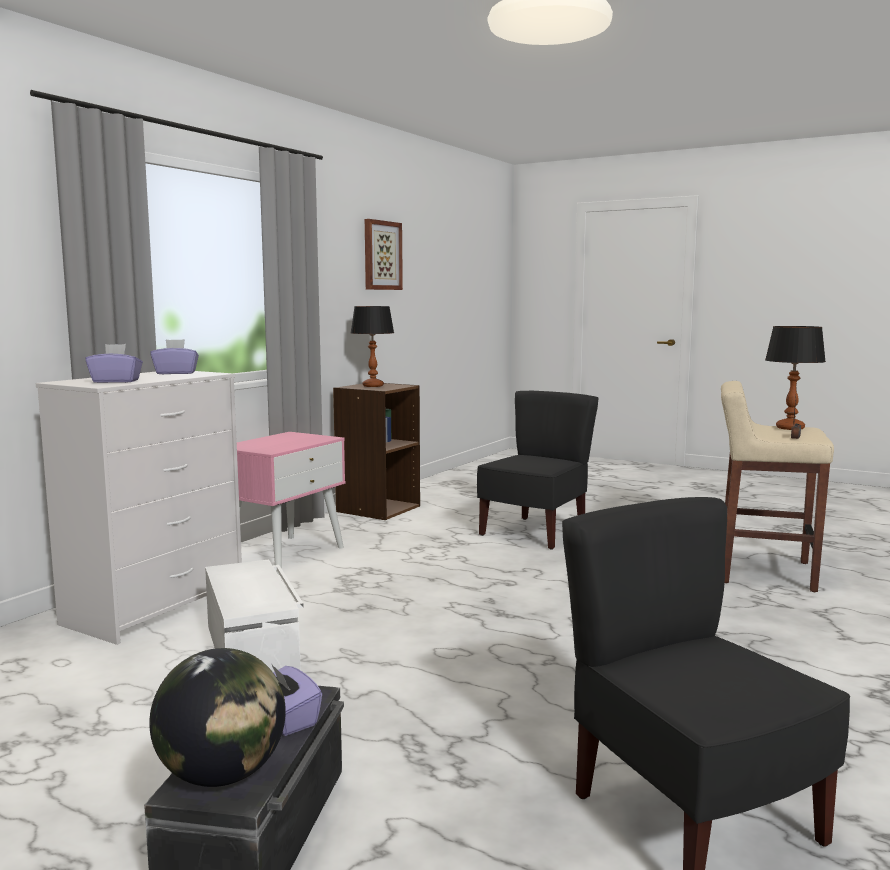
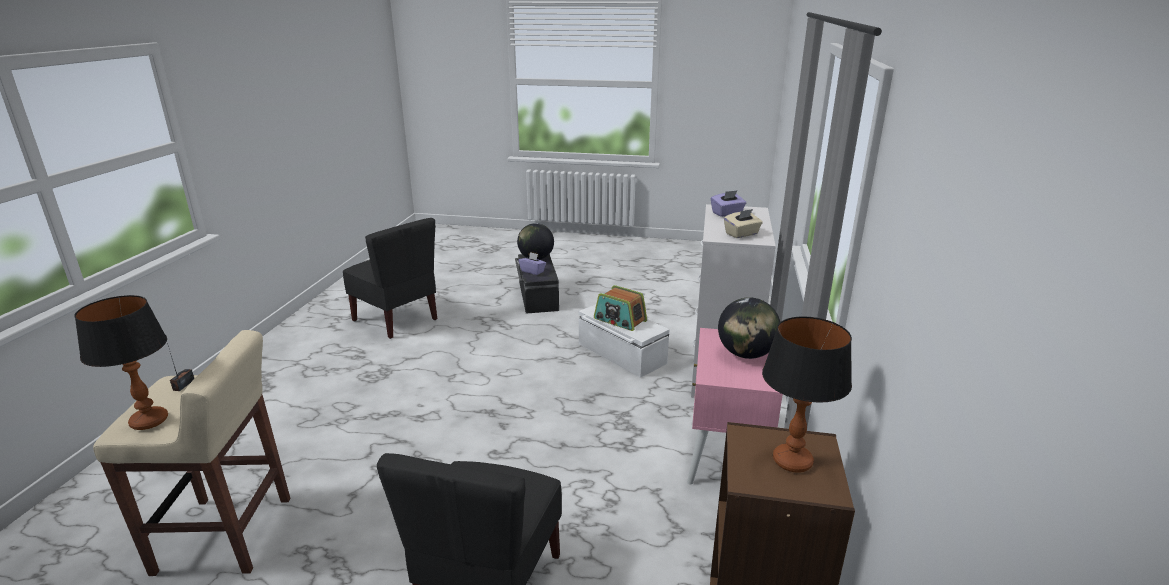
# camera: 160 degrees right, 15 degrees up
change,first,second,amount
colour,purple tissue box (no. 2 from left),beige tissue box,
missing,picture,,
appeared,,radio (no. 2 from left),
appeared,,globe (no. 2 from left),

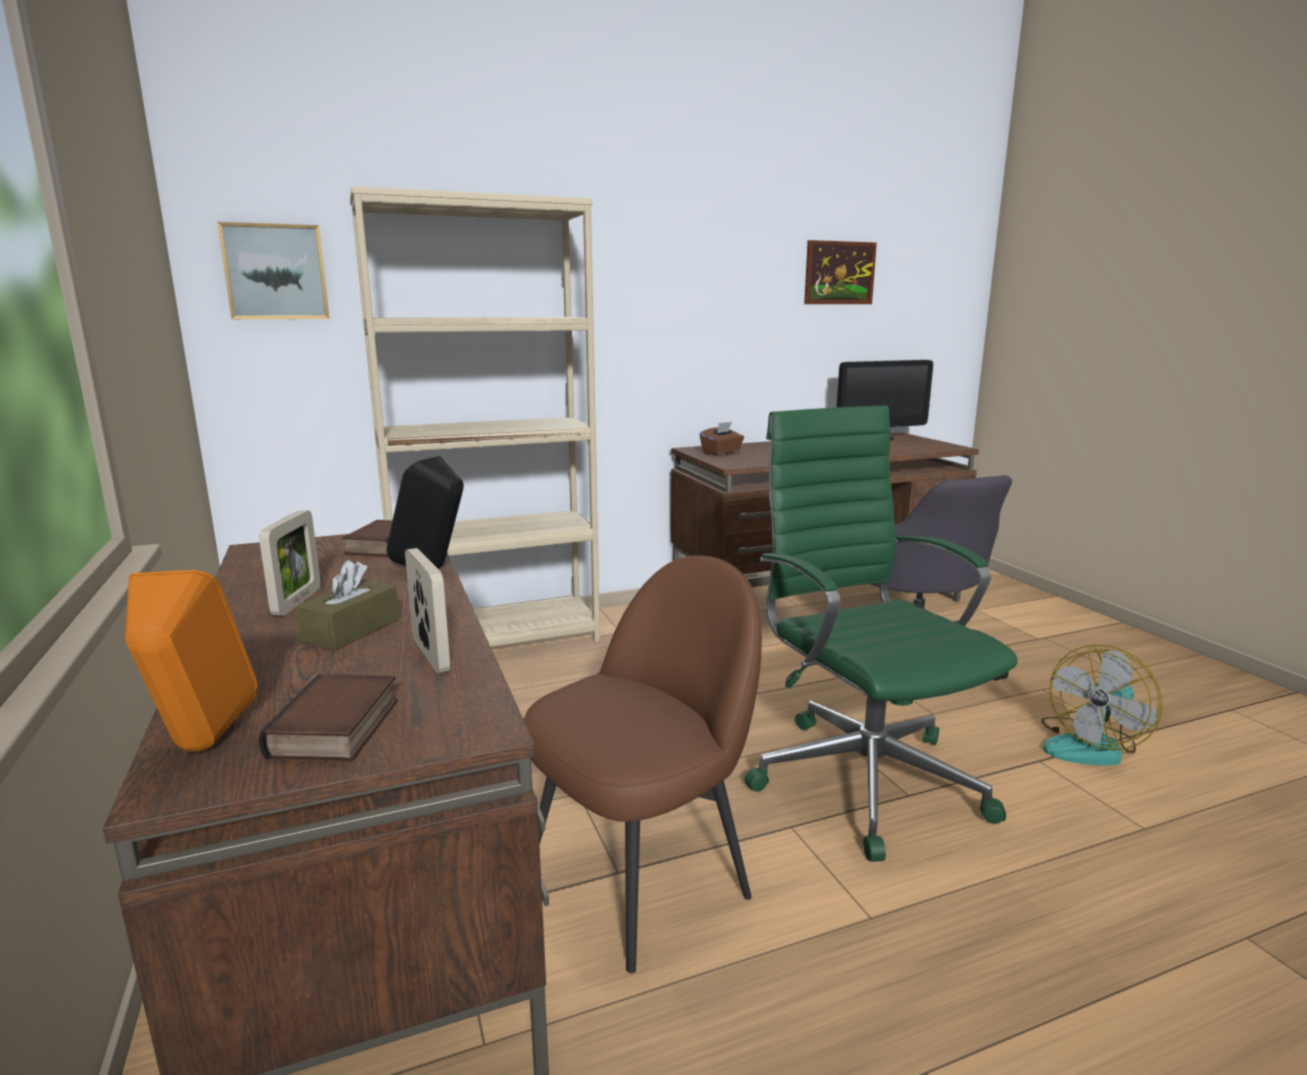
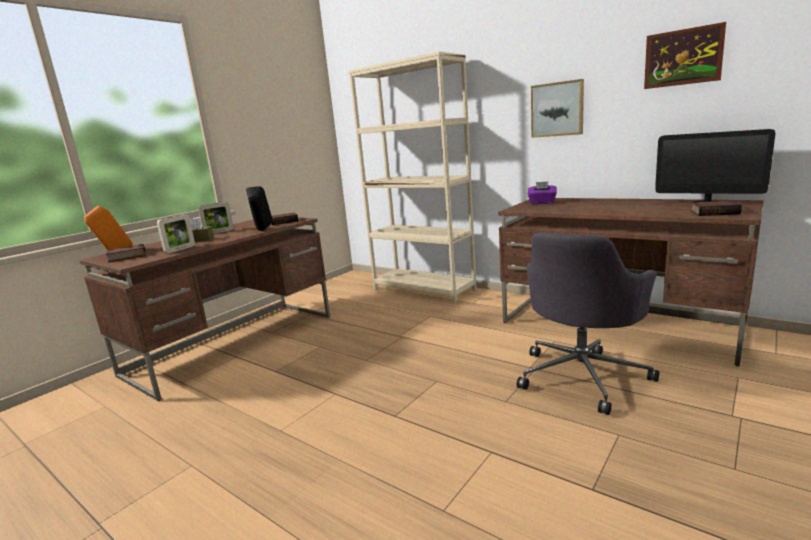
# camera: 60 degrees right, 0 degrees up
change,first,second,amount
relocated,picture (no. 1 from left),,
missing,brown chair,,
colour,brown tissue box (no. 2 from left),purple tissue box,
missing,green office chair,,
missing,fan,,
appeared,,book (no. 3 from left),

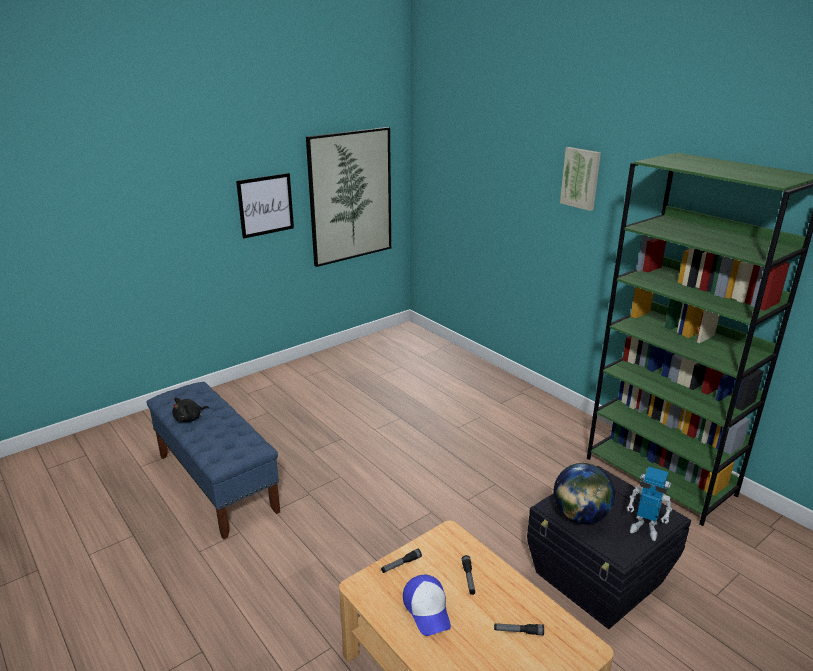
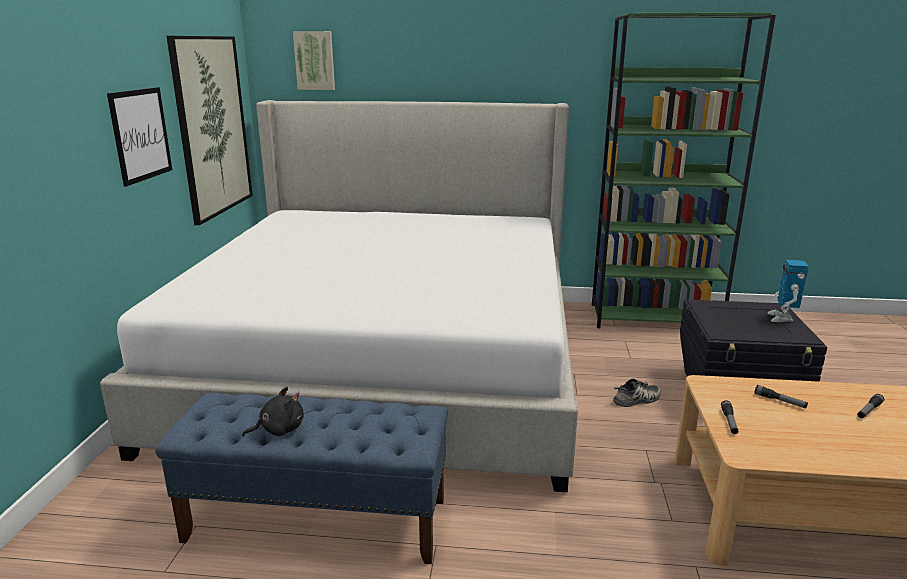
# camera: 45 degrees left, 5 degrees down
change,first,second,amount
spun,black plush toy,,120 degrees counterclockwise
missing,cap,,
missing,globe,,
relocated,picture (no. 3 from left),,
spun,toy robot,,120 degrees clockwise
appeared,,bed,
appeared,,shoe,

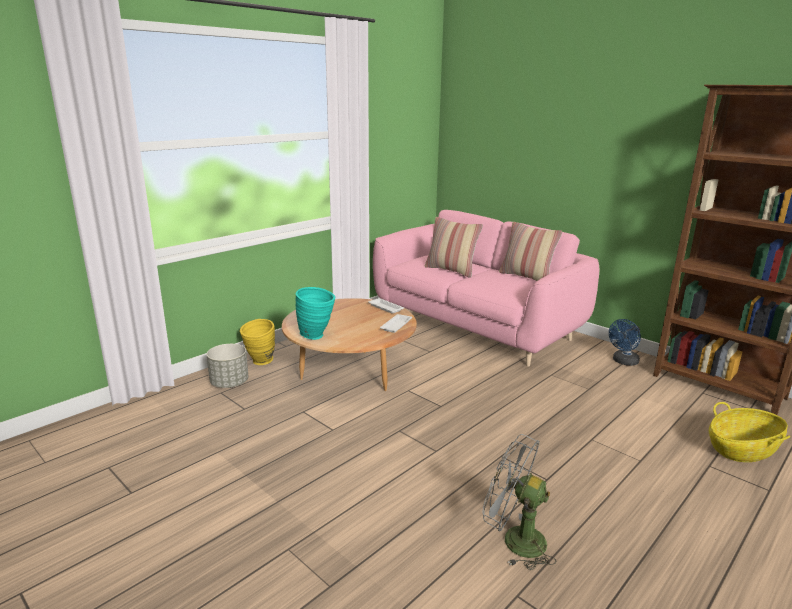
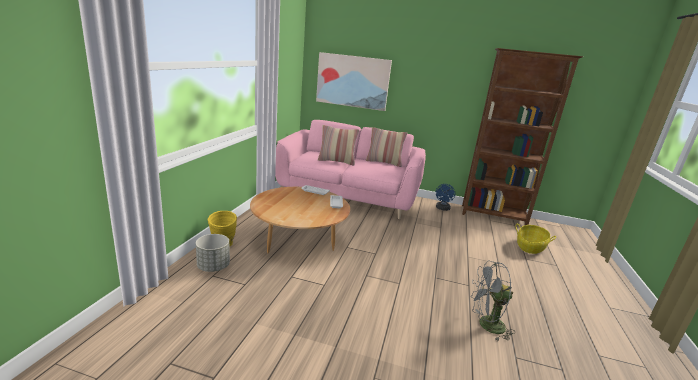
# camera: 30 degrees left, 0 degrees up
change,first,second,amount
missing,turquoise vase,,
appeared,,picture,

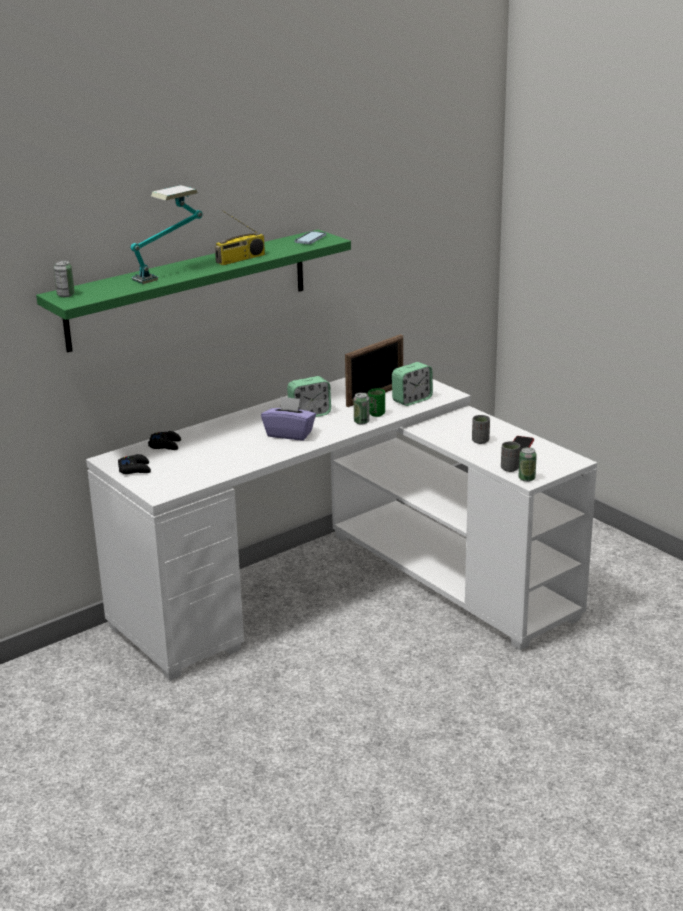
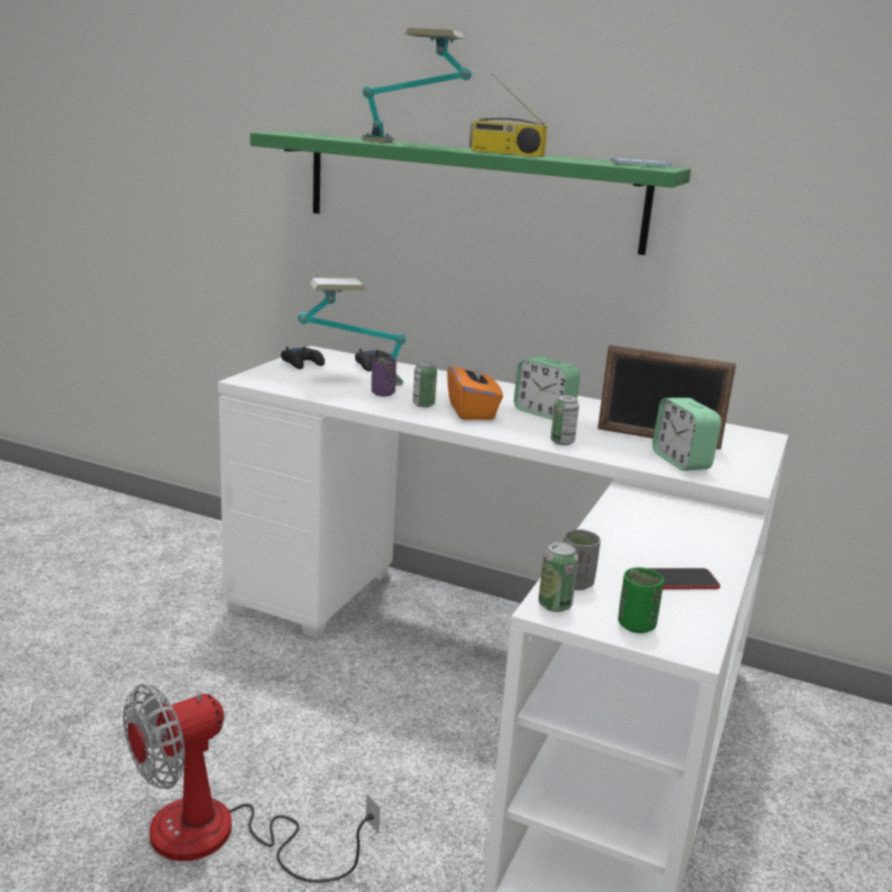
# camera: 60 degrees right, 5 degrees down
change,first,second,amount
relocated,can (no. 1 from left),,
colour,purple tissue box,orange tissue box,
relocated,green cup,,
spun,alarm clock (no. 2 from left),,45 degrees clockwise
missing,grey cup (no. 1 from left),,
appeared,,fan,
appeared,,table lamp (no. 1 from left),
appeared,,purple cup,

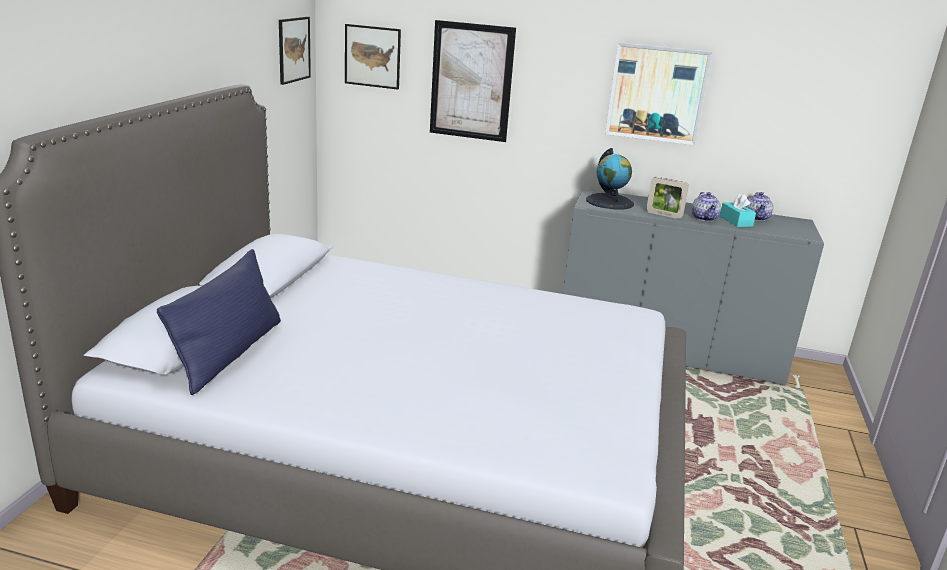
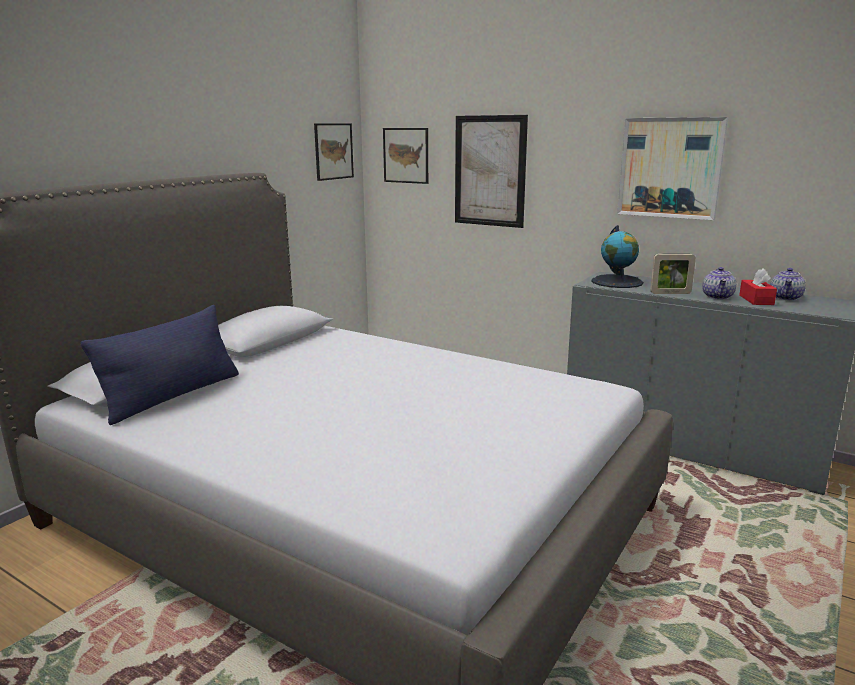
# camera: 20 degrees right, 5 degrees down
change,first,second,amount
spun,picture frame,,45 degrees counterclockwise
colour,turquoise tissue box,red tissue box,

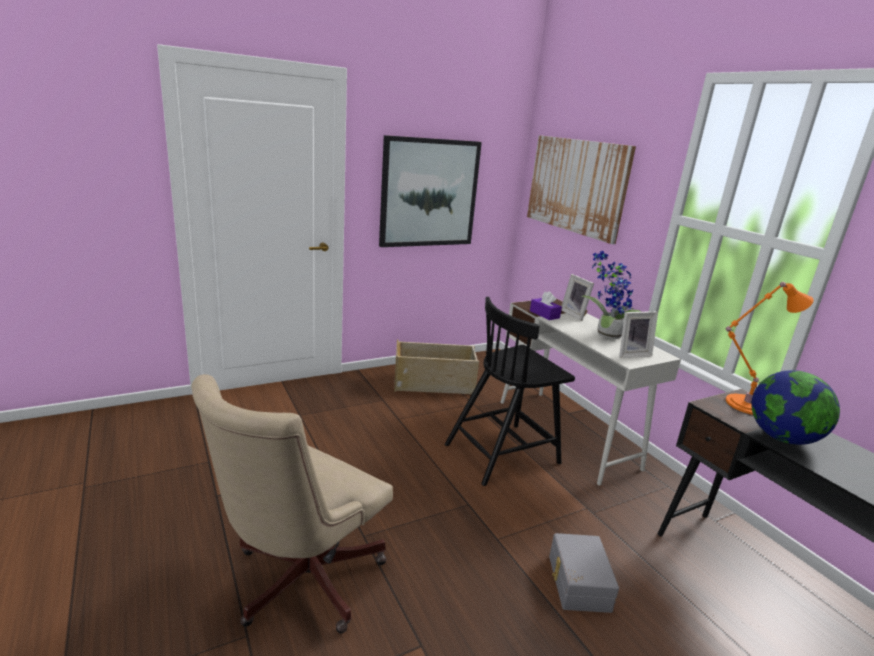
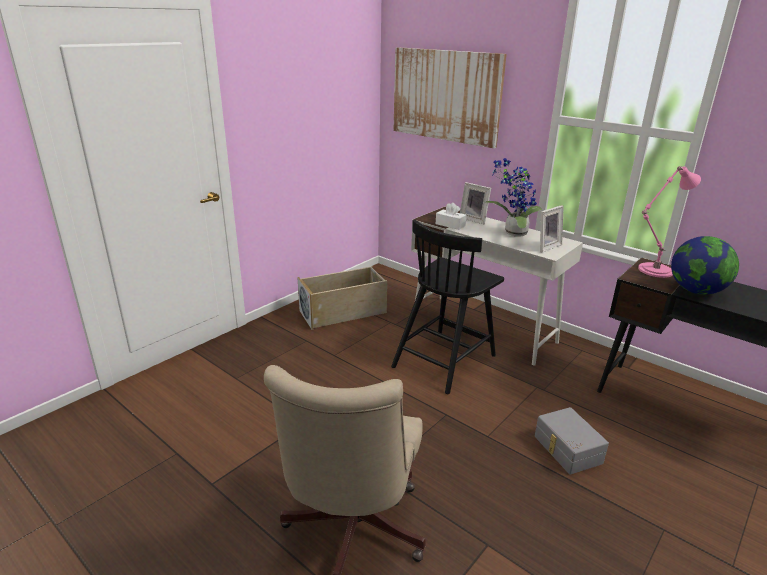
# camera: 20 degrees left, 5 degrees up
change,first,second,amount
missing,picture (no. 1 from left),,
colour,purple tissue box,white tissue box,
colour,orange table lamp,pink table lamp,

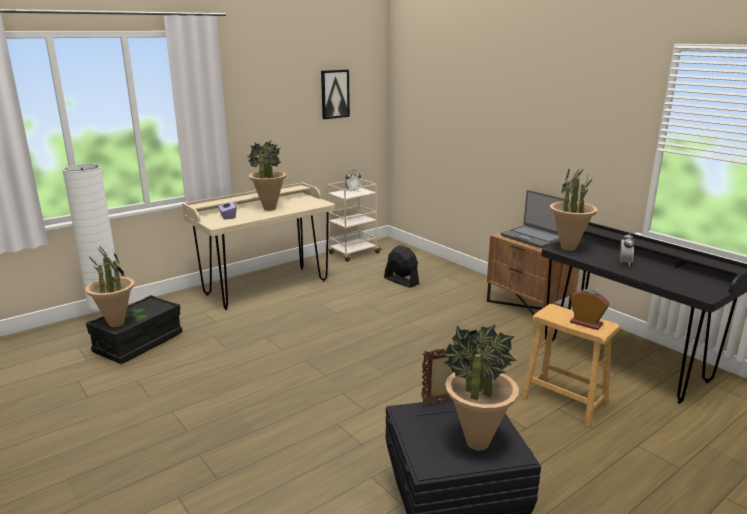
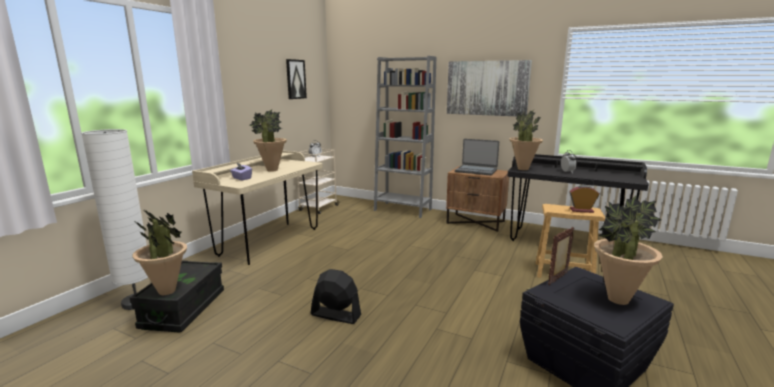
# camera: 25 degrees left, 5 degrees down
change,first,second,amount
relocated,black fan,,
appeared,,grey bookcase,
appeared,,picture (no. 2 from left),

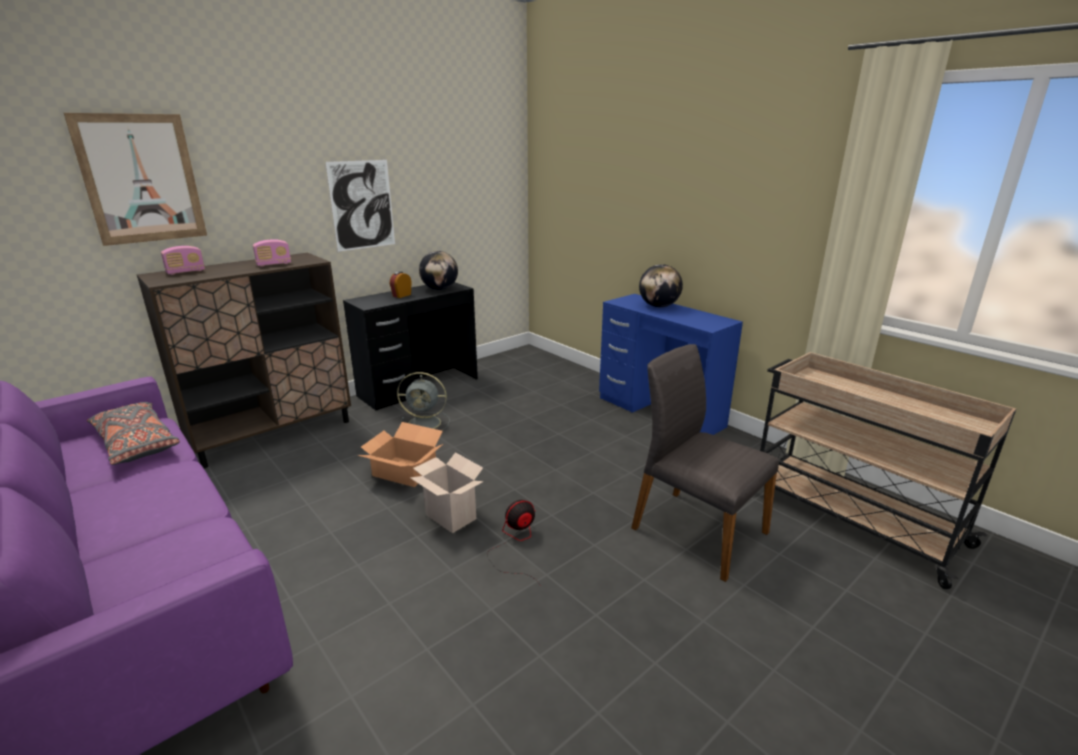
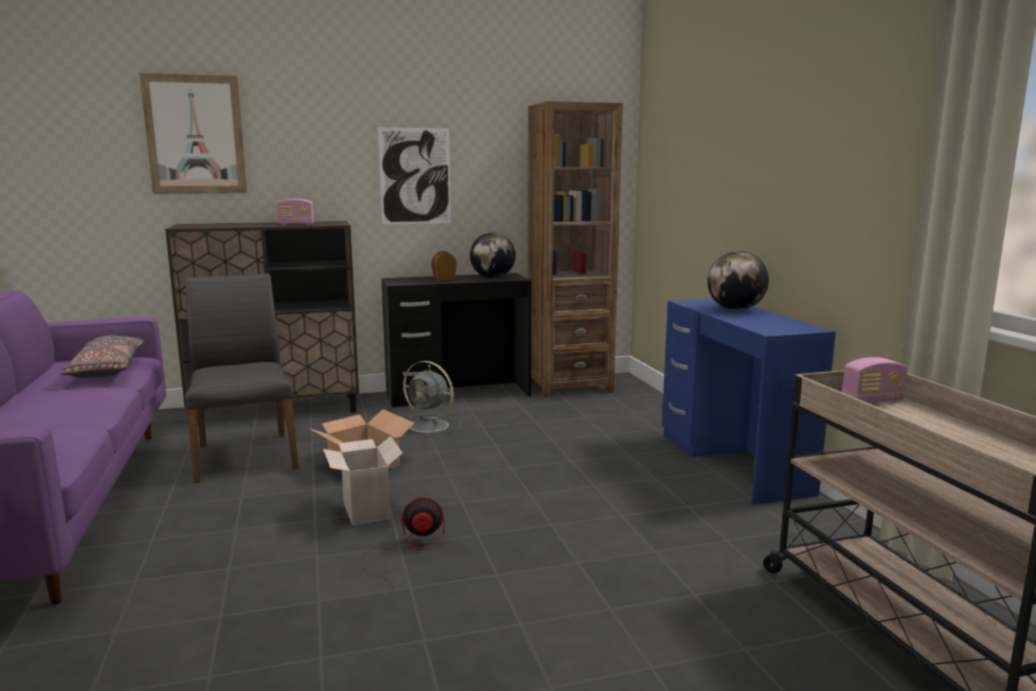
# camera: 25 degrees right, 10 degrees down
change,first,second,amount
relocated,radio (no. 1 from left in the first image),radio (no. 2 from left),
relocated,grey chair,,
appeared,,brown bookcase,

